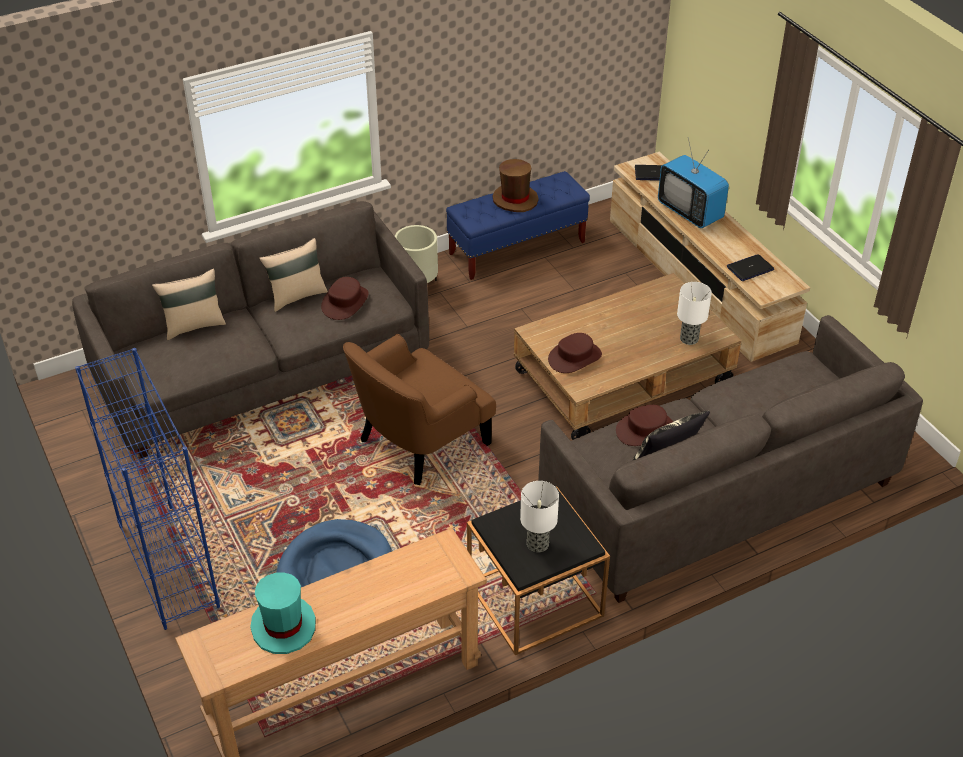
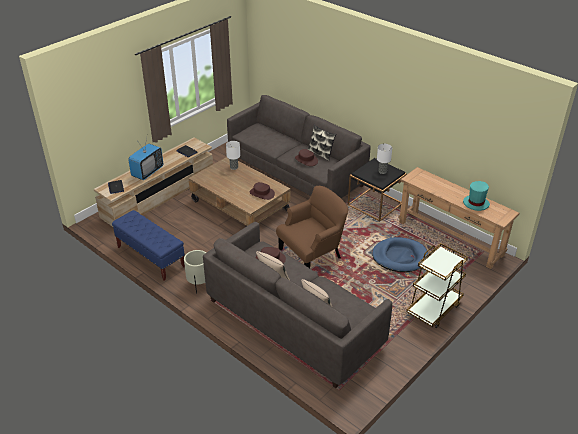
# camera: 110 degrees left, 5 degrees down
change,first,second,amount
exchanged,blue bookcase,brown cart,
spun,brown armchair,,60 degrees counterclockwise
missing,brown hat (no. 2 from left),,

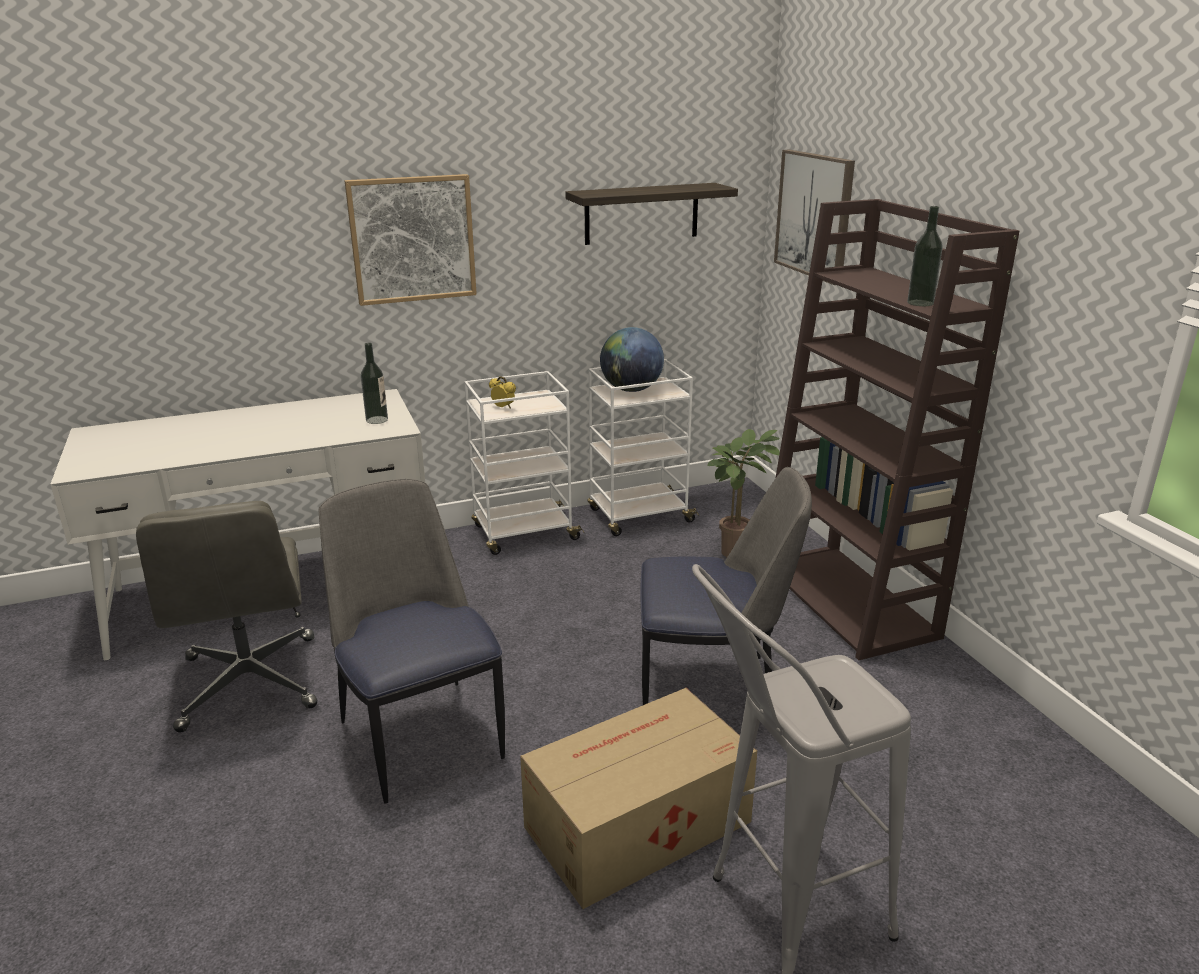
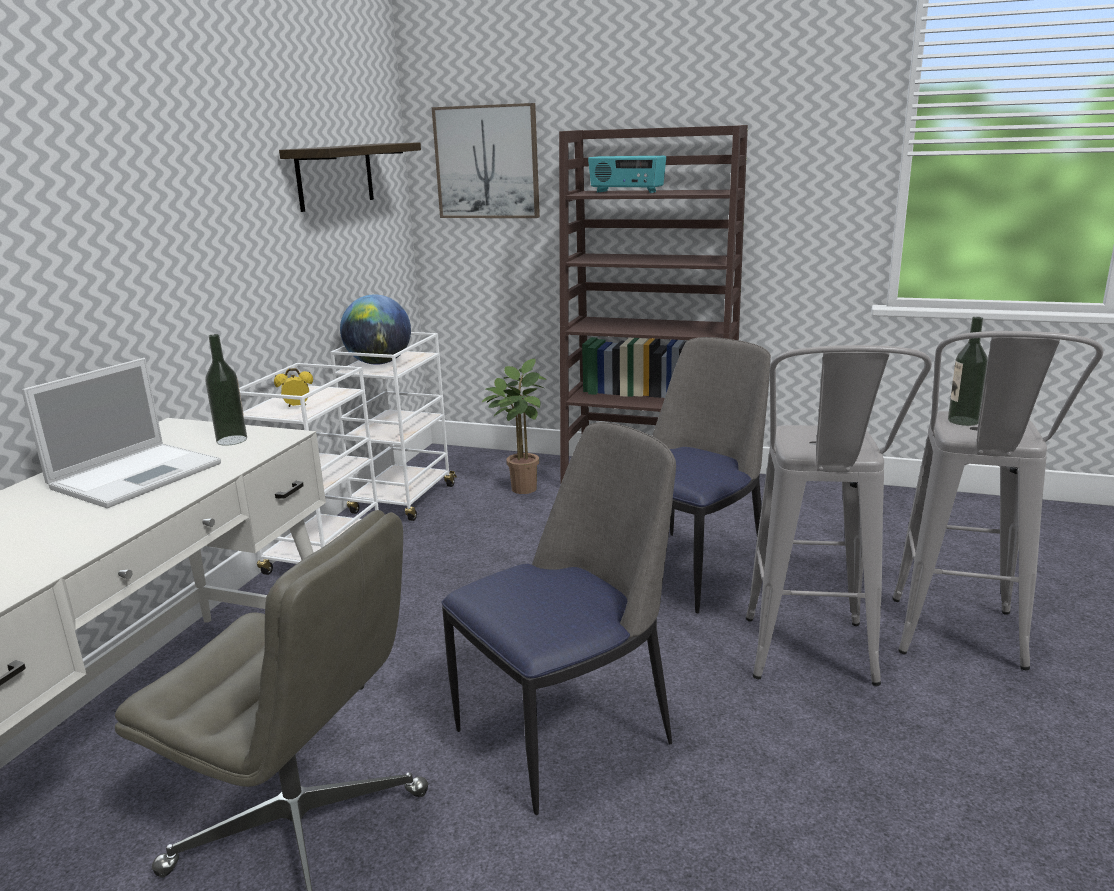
# camera: 50 degrees left, 5 degrees down
change,first,second,amount
spun,chair (no. 1 from left),,135 degrees clockwise
missing,picture (no. 1 from left),,
exchanged,cardboard box,grey stool (no. 1 from left),
relocated,bottle (no. 2 from left),,
appeared,,laptop,
appeared,,radio,

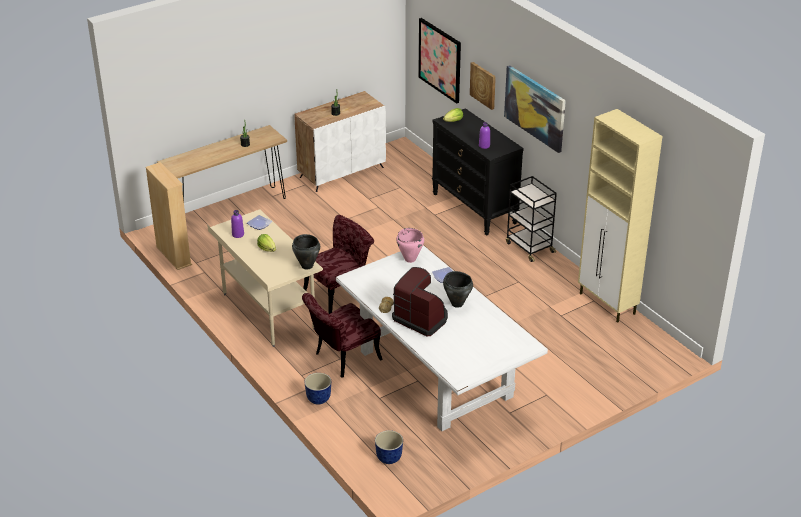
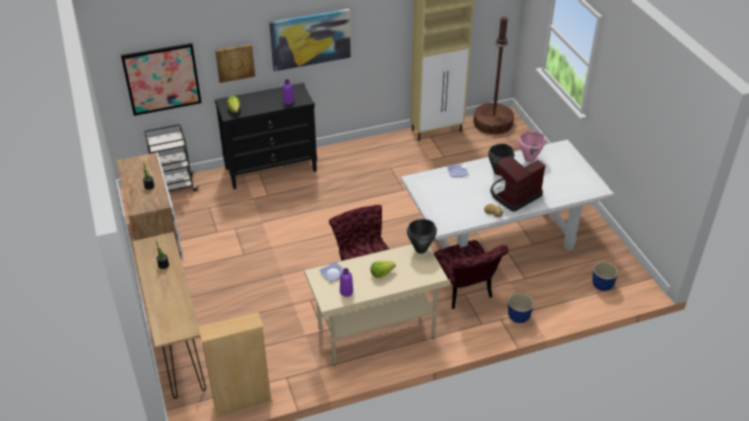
# camera: 75 degrees left, 5 degrees up
change,first,second,amount
relocated,pink cooking pot,,
relocated,black cart,,
appeared,,brown floor lamp,

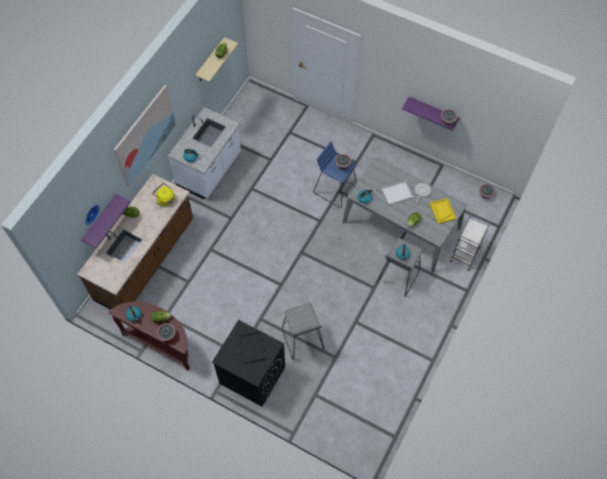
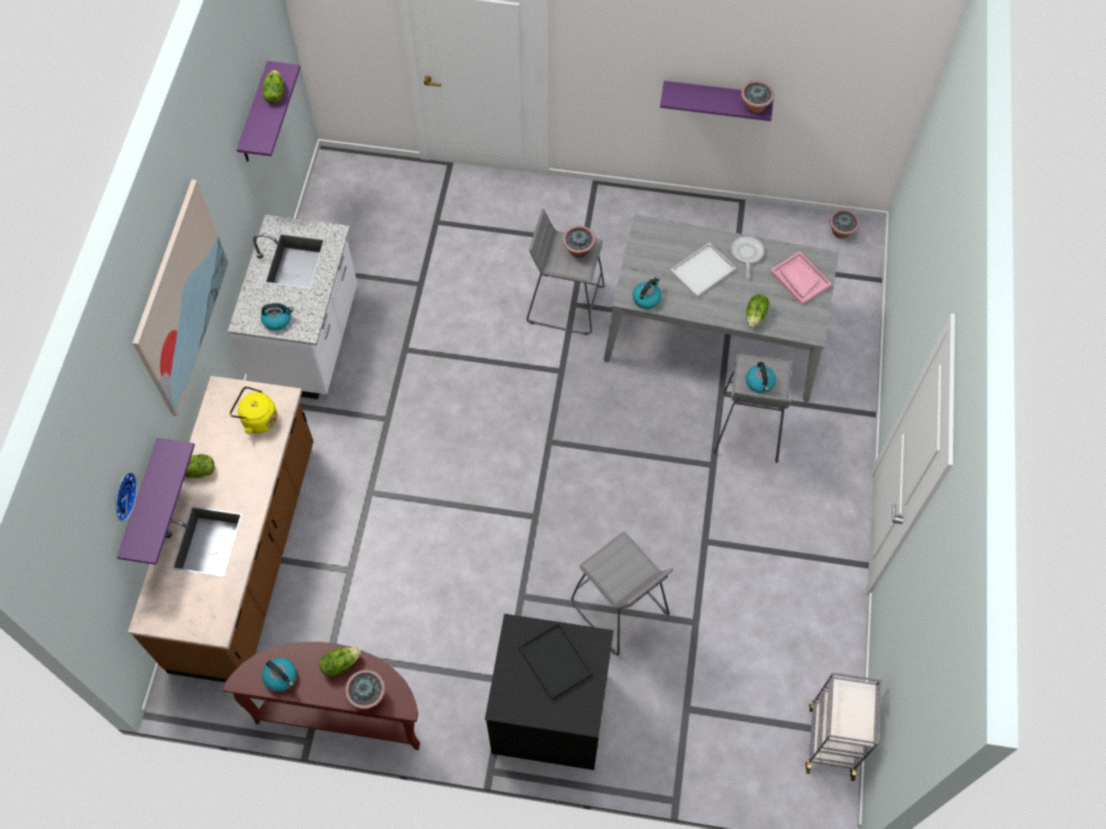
# camera: 20 degrees left, 0 degrees up
change,first,second,amount
colour,beige shelf,purple shelf (no. 2 from left),
colour,blue stool,grey stool (no. 1 from left),
colour,yellow tray,pink tray,
relocated,grey cart,,

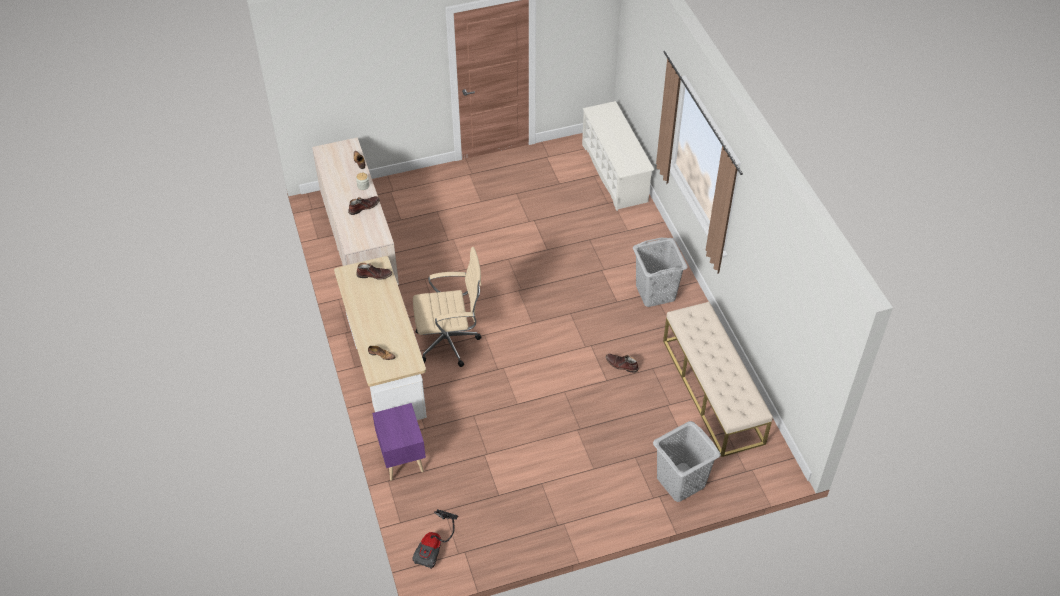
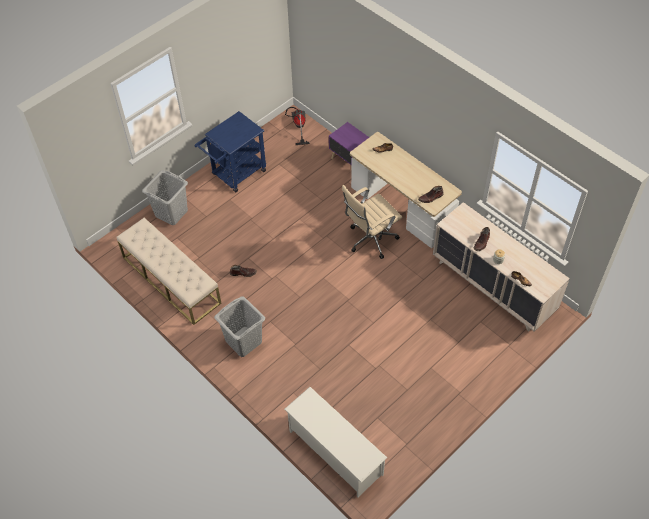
# camera: 155 degrees right, 5 degrees up
change,first,second,amount
appeared,,blue cart,

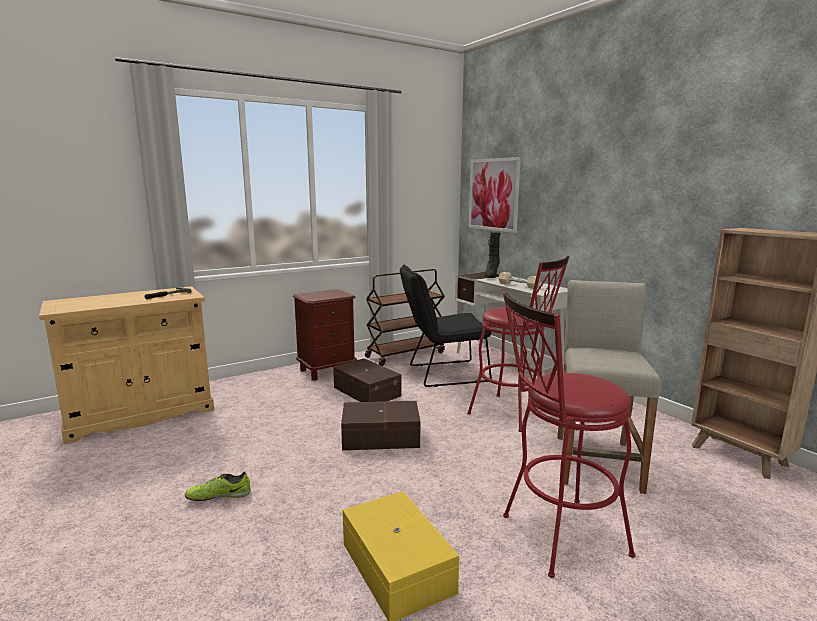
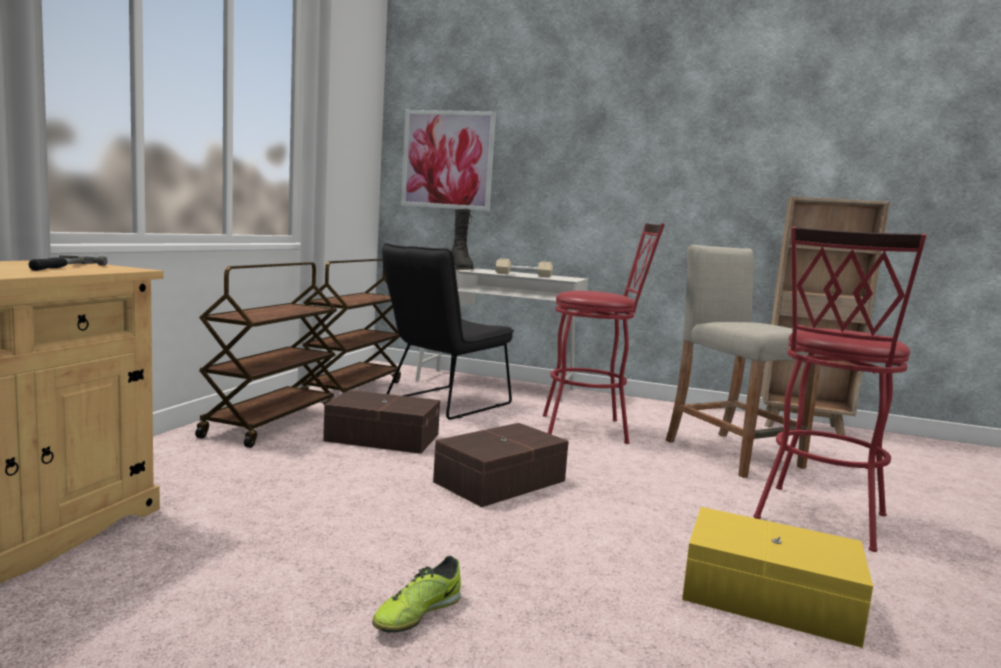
# camera: 40 degrees left, 5 degrees down
change,first,second,amount
exchanged,brown nightstand,brown cart (no. 1 from left),

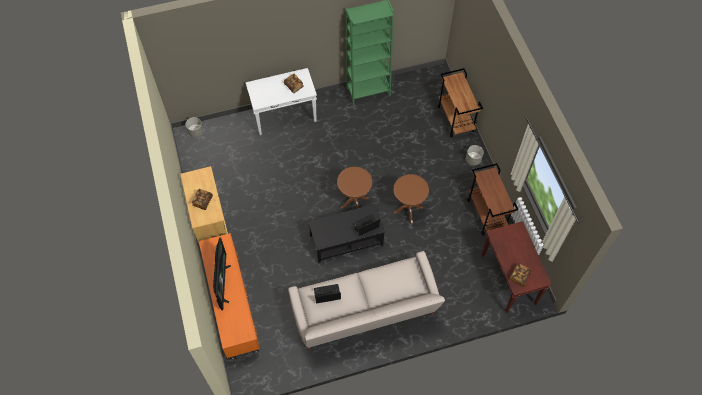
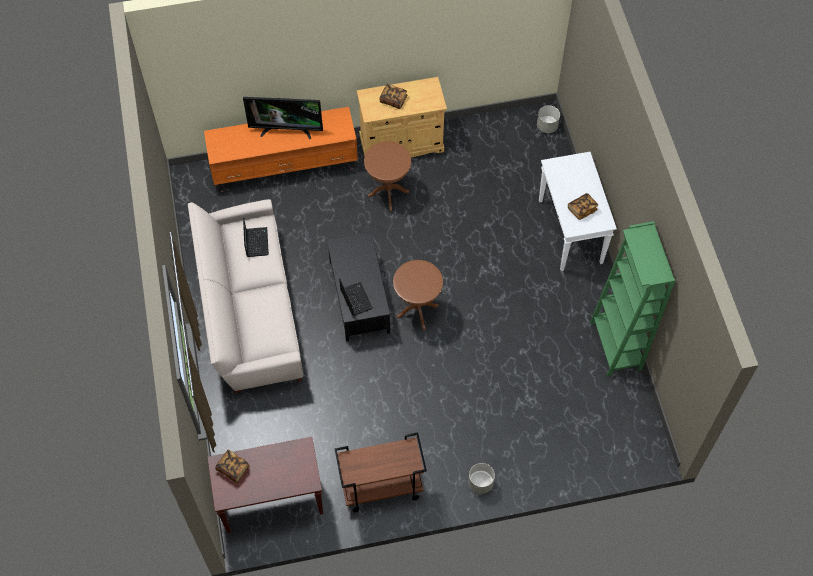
# camera: 95 degrees right, 0 degrees up
change,first,second,amount
relocated,brown side table (no. 2 from left in the first image),brown side table (no. 1 from left),
missing,brown cart (no. 1 from left),,

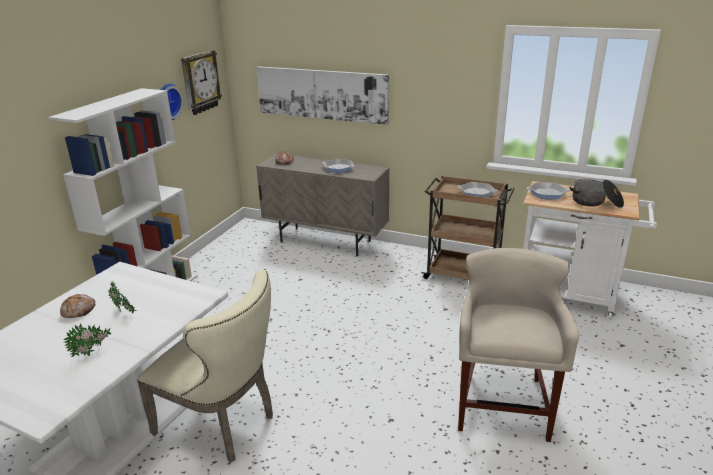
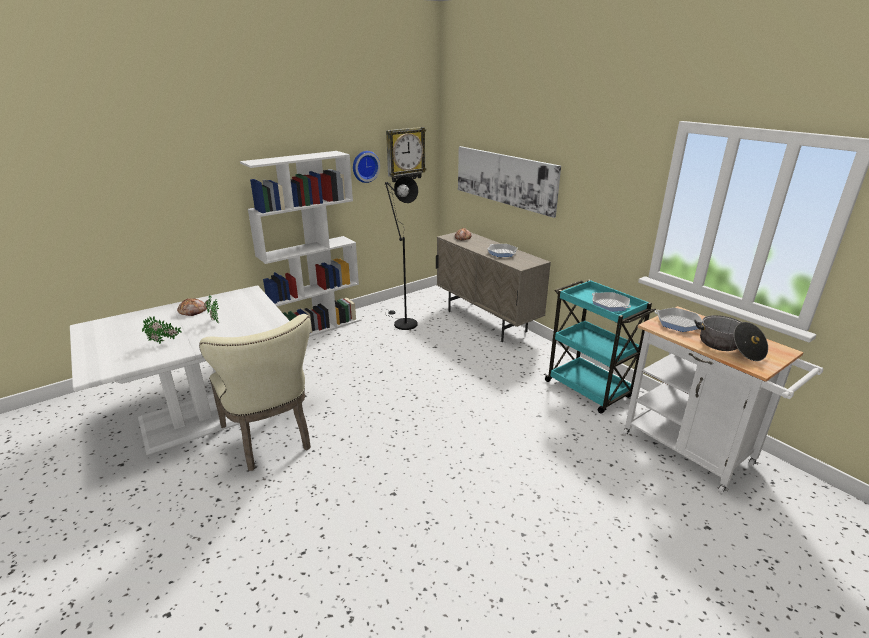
# camera: 30 degrees right, 0 degrees up
change,first,second,amount
colour,brown cart,turquoise cart,
missing,beige stool,,
appeared,,black floor lamp,

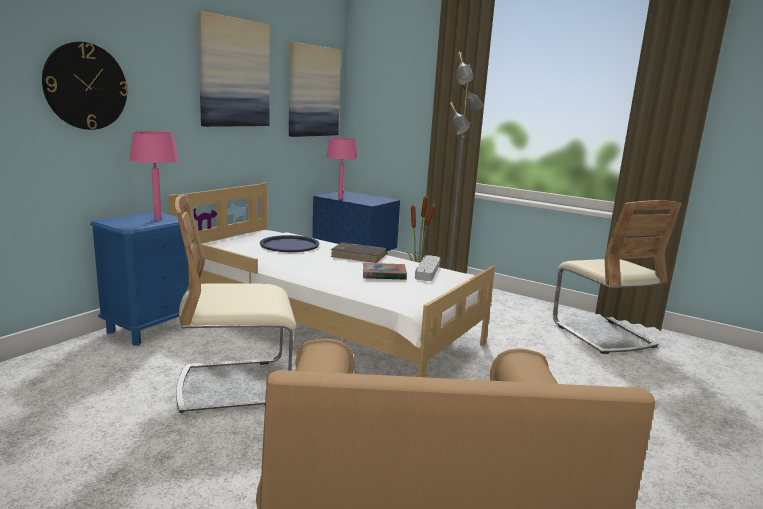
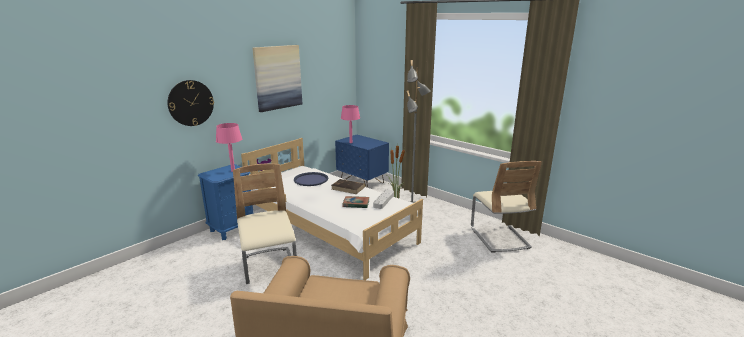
# camera: 10 degrees right, 5 degrees up
change,first,second,amount
spun,beige chair (no. 1 from left),,75 degrees clockwise
missing,picture (no. 2 from left),,

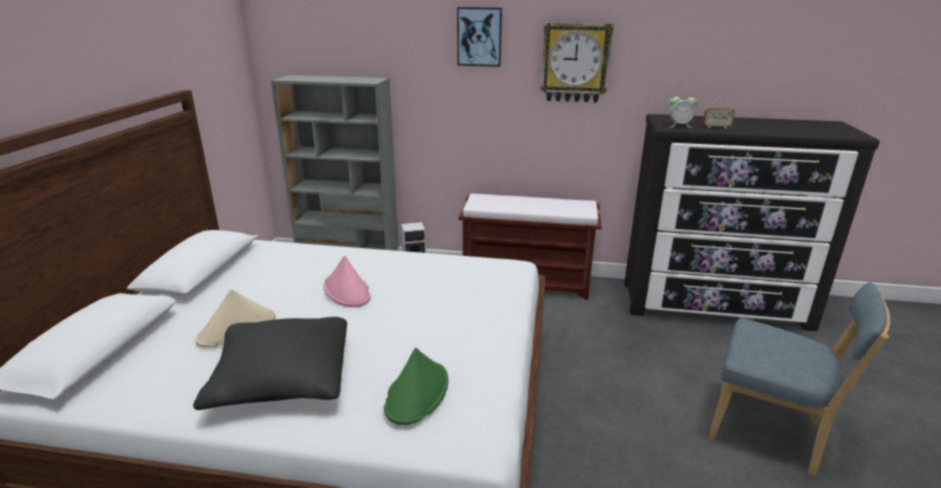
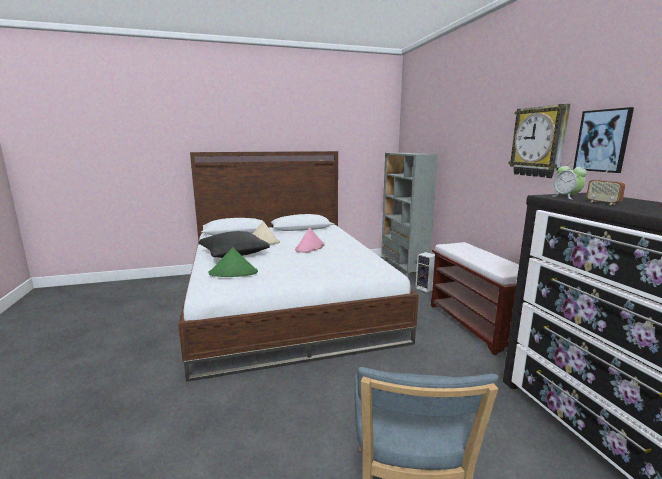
# camera: 65 degrees right, 10 degrees down
change,first,second,amount
relocated,picture,,

